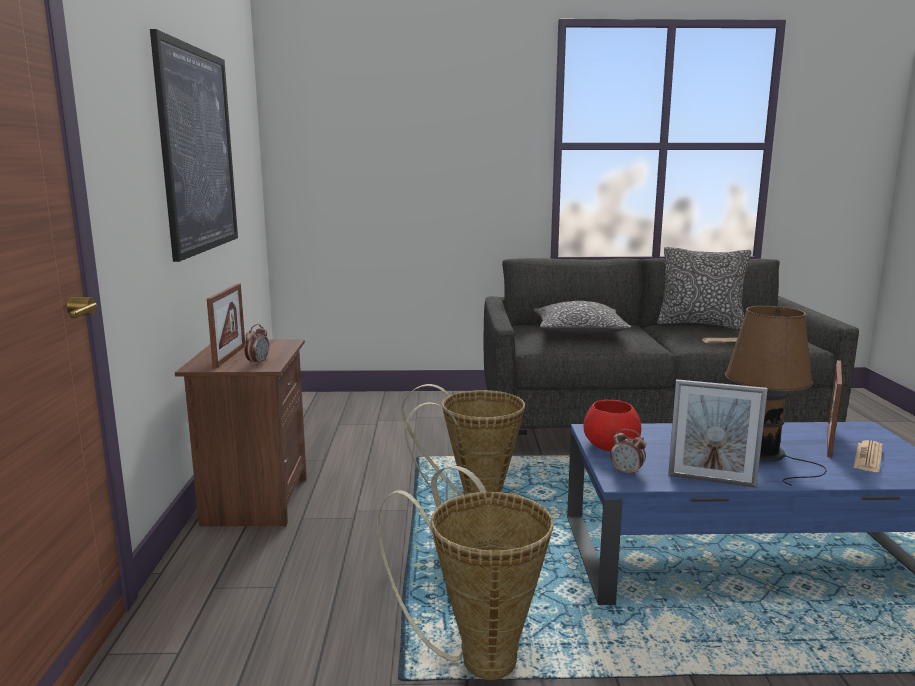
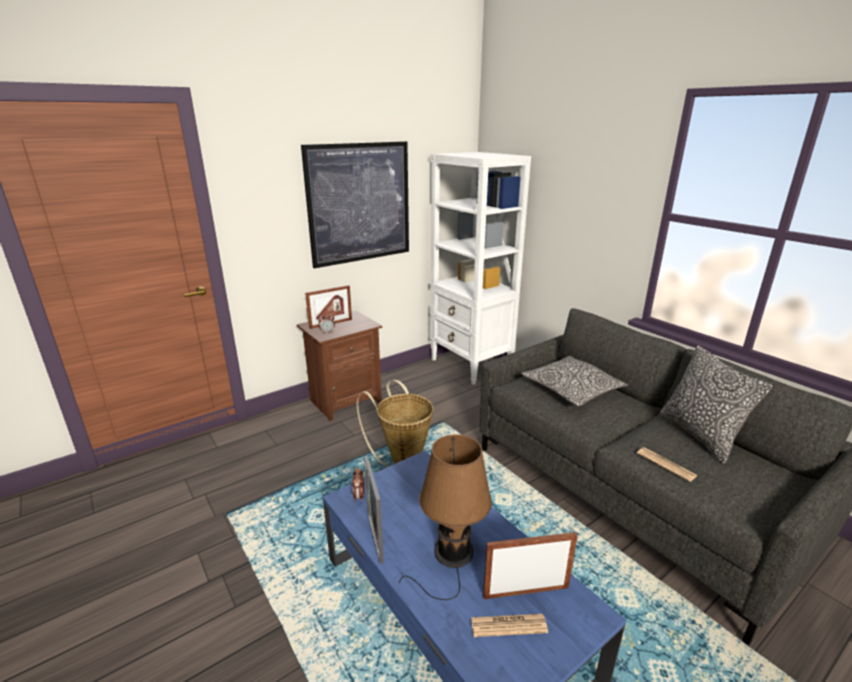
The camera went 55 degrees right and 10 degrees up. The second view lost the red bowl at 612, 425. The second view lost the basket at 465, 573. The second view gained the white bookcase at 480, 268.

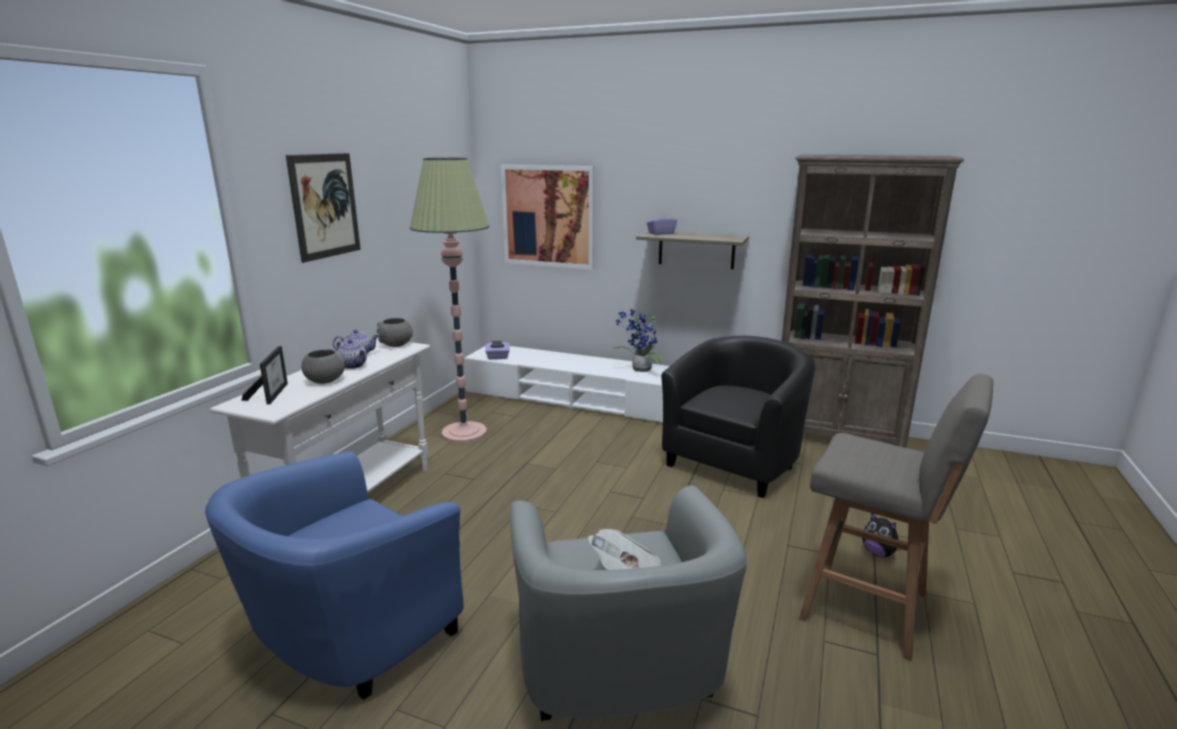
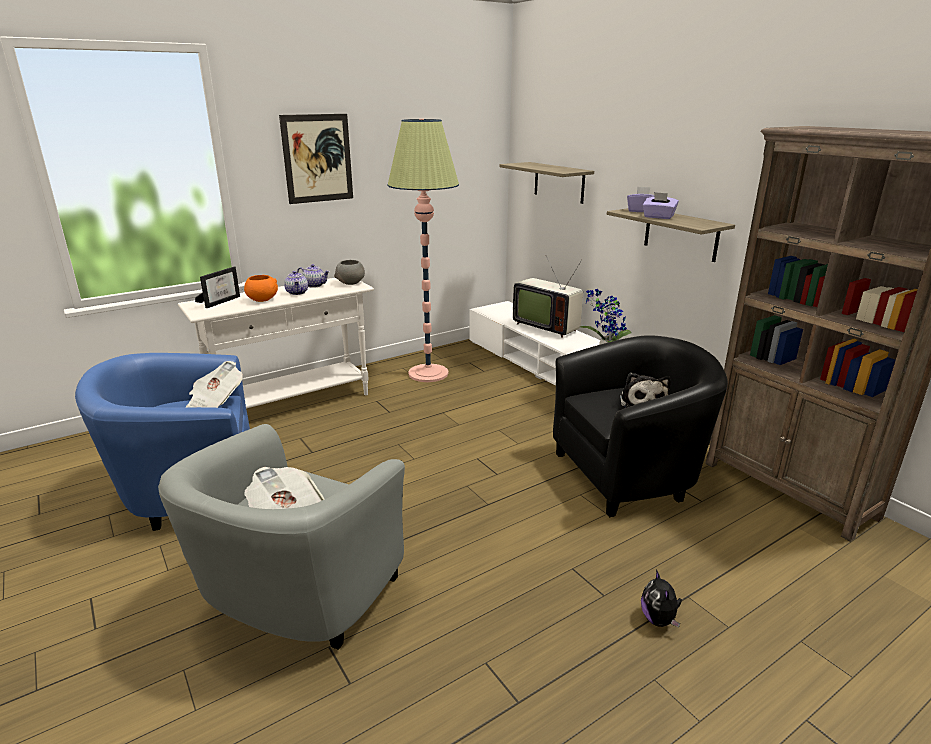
The camera went 35 degrees right and 5 degrees up. Where the picture hung at 548, 217, the shelf came to hang at 546, 183. The purple tissue box ended up elsewhere, having gone from 497, 350 to 660, 205. What was the grey bowl at 323, 366 turned into the orange bowl at 261, 288. The second view lost the grey stool at 896, 517. The second view gained the television at 548, 297. The second view gained the newspaper at 214, 384. The second view gained the plush toy at 645, 390.

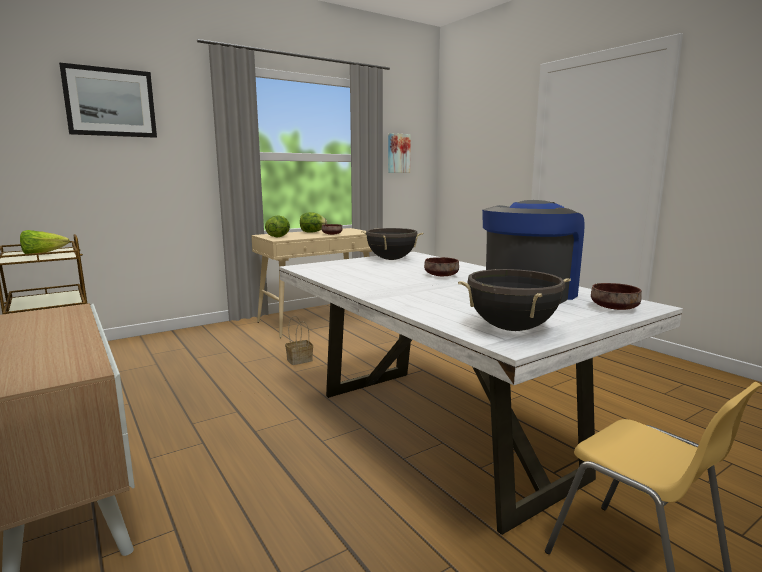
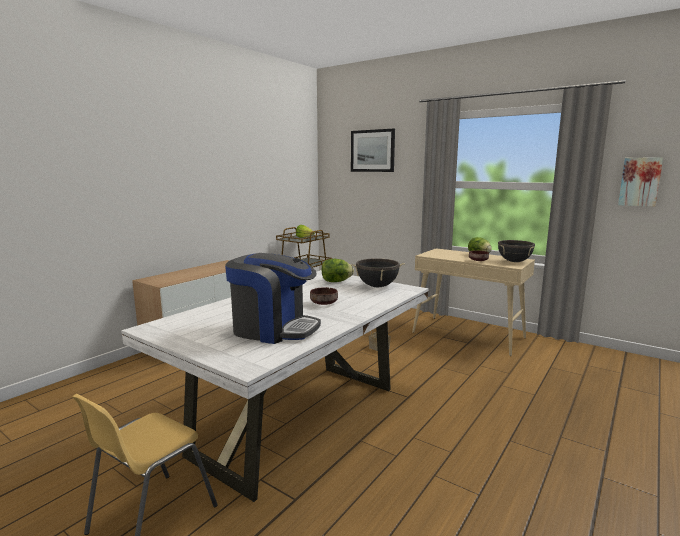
The camera went 70 degrees right and 0 degrees up. The lettuce ended up elsewhere, having gone from 277, 226 to 337, 270. The black cooking pot ended up elsewhere, having gone from 514, 300 to 516, 251. The second view lost the brown bowl at 616, 296.

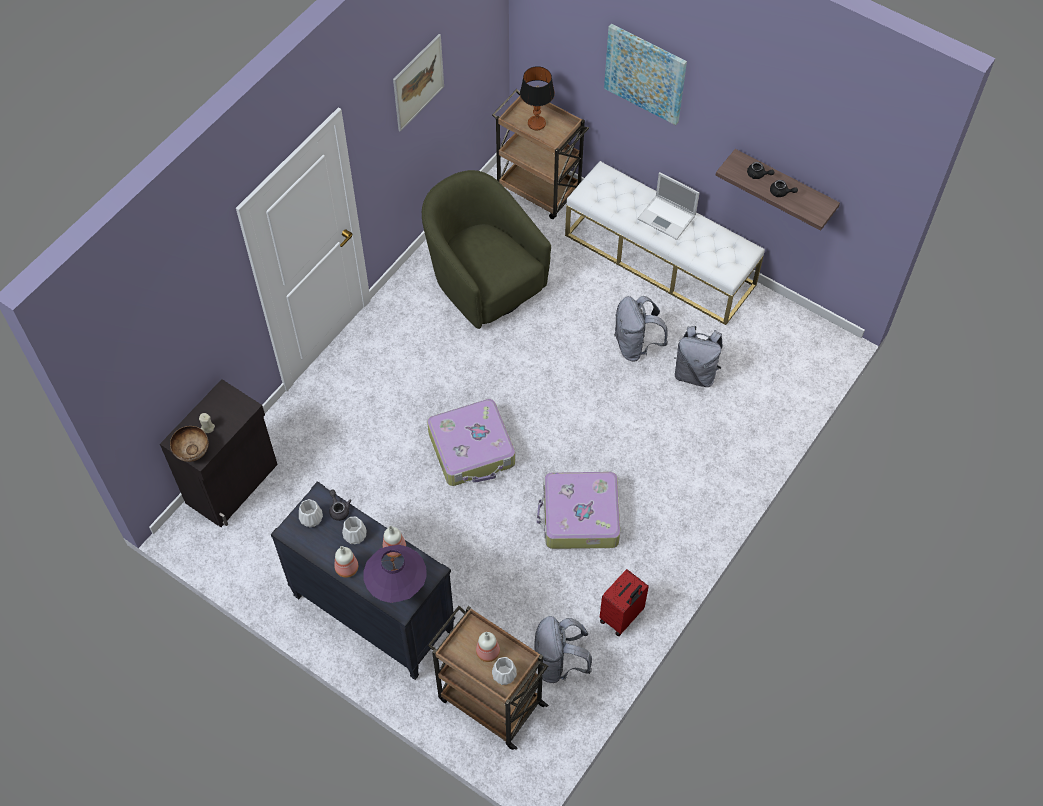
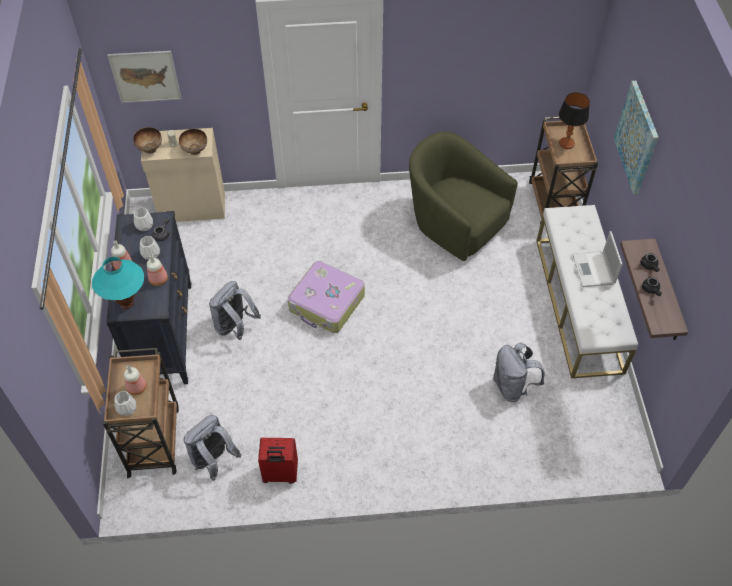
The camera went 50 degrees right and 5 degrees down. The picture ended up elsewhere, having gone from 418, 83 to 144, 77. The green armchair at 486, 249 ended up facing another way, 60 degrees counterclockwise from before. The grey backpack ended up elsewhere, having gone from 641, 328 to 235, 310. What was the black cabinet at 219, 453 turned into the beige cabinet at 183, 175. The second view lost the suitcase at 578, 510. What was the purple table lamp at 395, 574 turned into the turquoise table lamp at 118, 283. The second view gained the bowl at 193, 142.

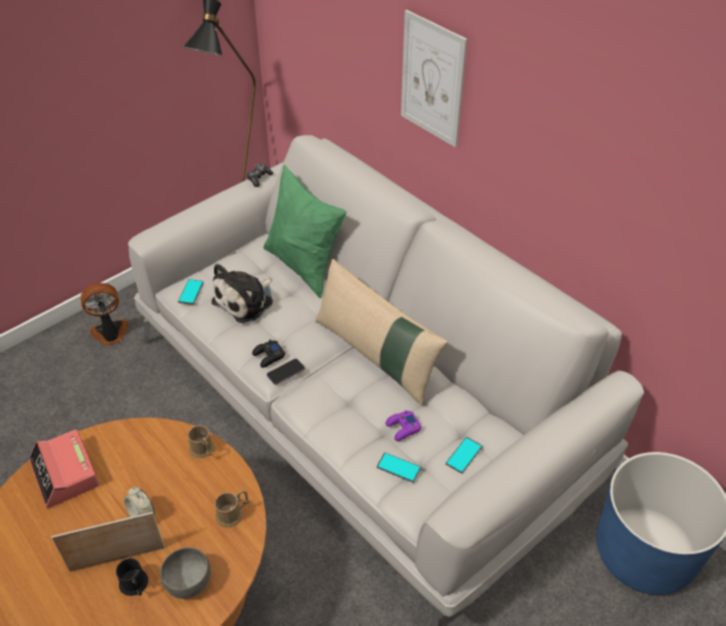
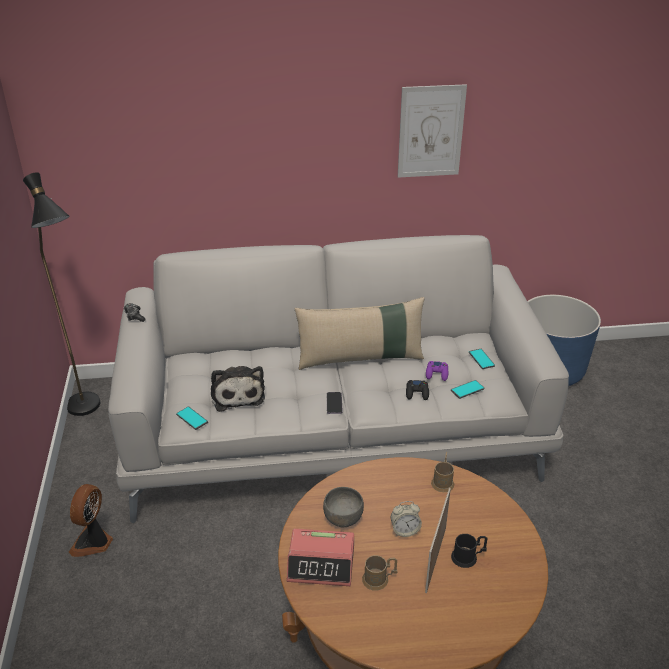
The camera went 55 degrees left and 10 degrees down. The picture ended up elsewhere, having gone from 434, 78 to 432, 131. The second view lost the green pillow at 305, 232. The black game controller ended up elsewhere, having gone from 268, 354 to 417, 390. The brown mug ended up elsewhere, having gone from 201, 441 to 379, 573. The grey bowl ended up elsewhere, having gone from 185, 573 to 343, 507.

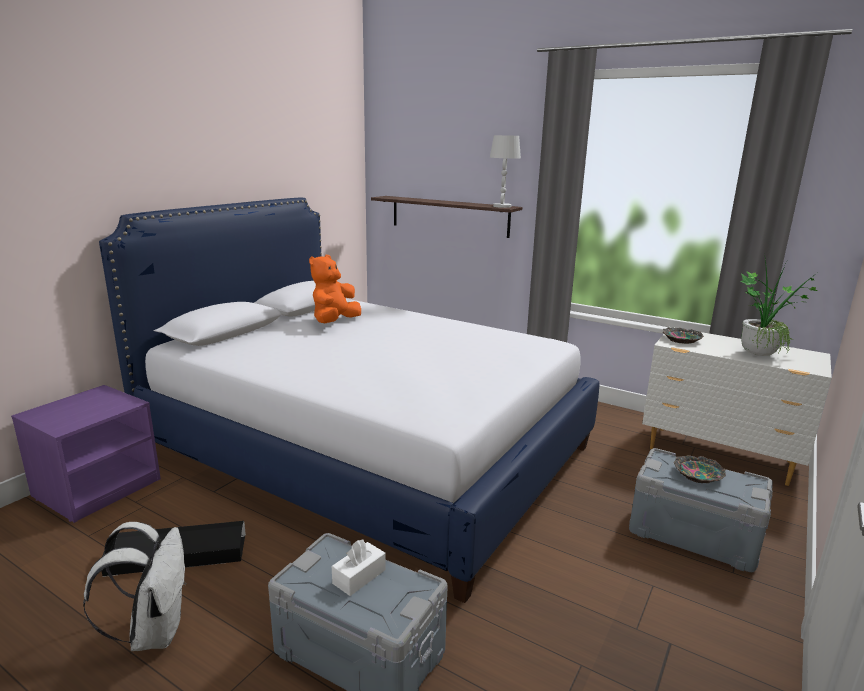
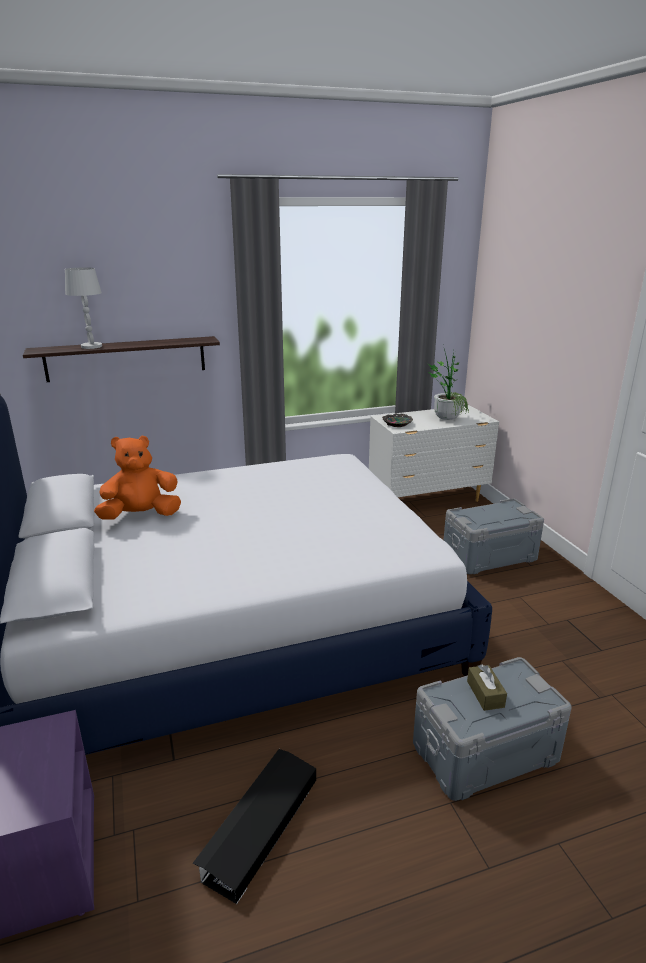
The camera went 50 degrees left and 5 degrees up. The white table lamp ended up elsewhere, having gone from 505, 171 to 83, 308. The orange plush toy at 335, 289 ended up facing another way, 90 degrees clockwise from before. The second view lost the bowl at 700, 469. The second view lost the white backpack at 134, 586. What was the white tissue box at 359, 567 turned into the brown tissue box at 487, 687.

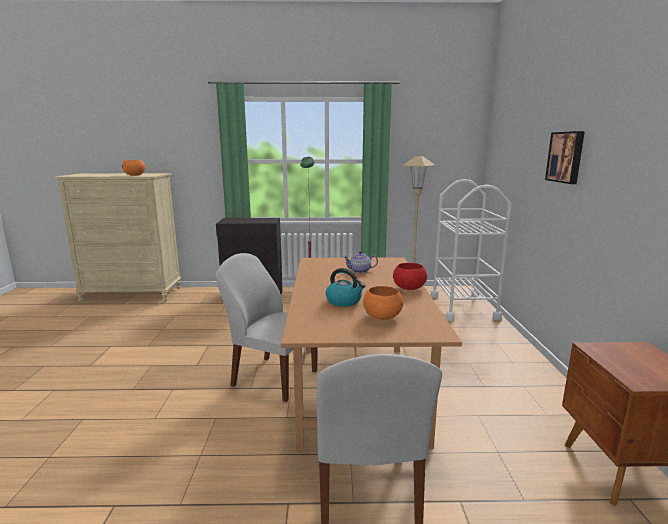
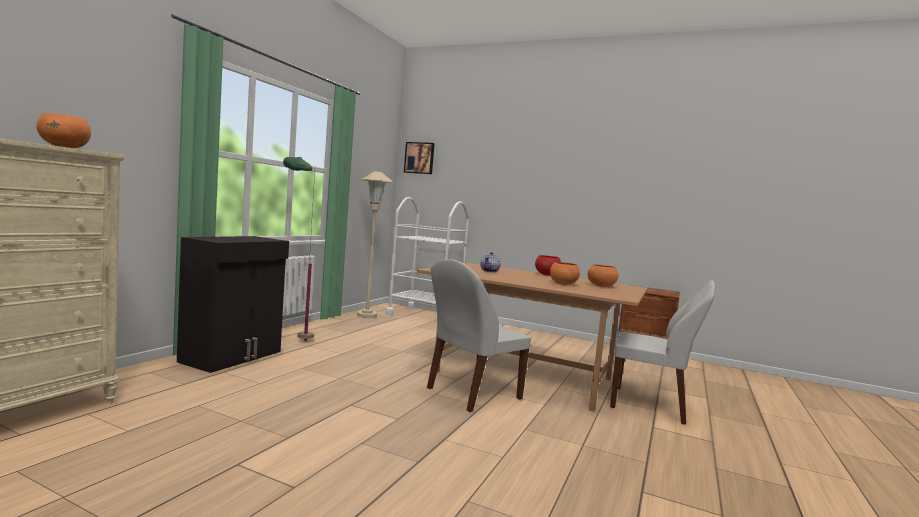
The camera went 65 degrees left and 10 degrees down. The picture ended up elsewhere, having gone from 565, 157 to 419, 158. Where the kettle stood at 345, 287, the orange bowl came to stand at 565, 273.

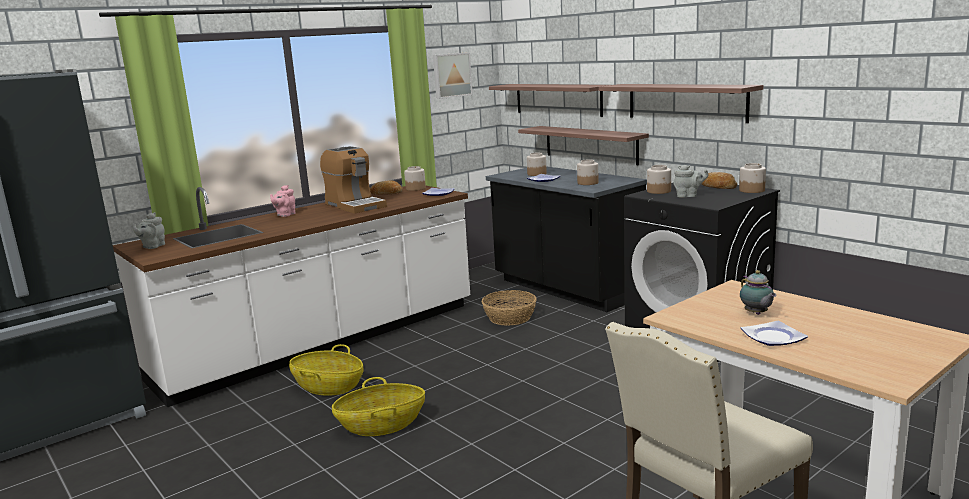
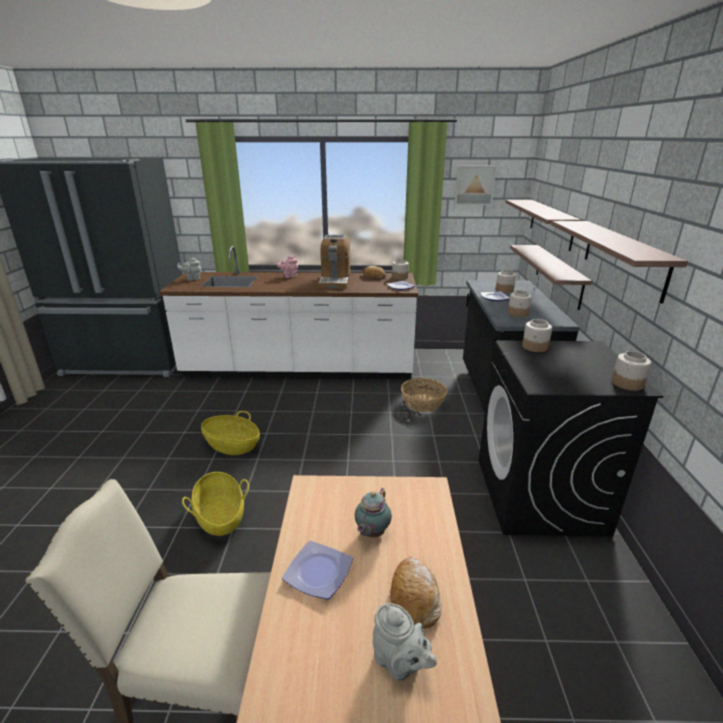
The camera went 40 degrees right and 10 degrees up. The grey teapot ended up elsewhere, having gone from 691, 181 to 405, 642. The bread ended up elsewhere, having gone from 719, 180 to 416, 593. The basket ended up elsewhere, having gone from 326, 370 to 215, 504.

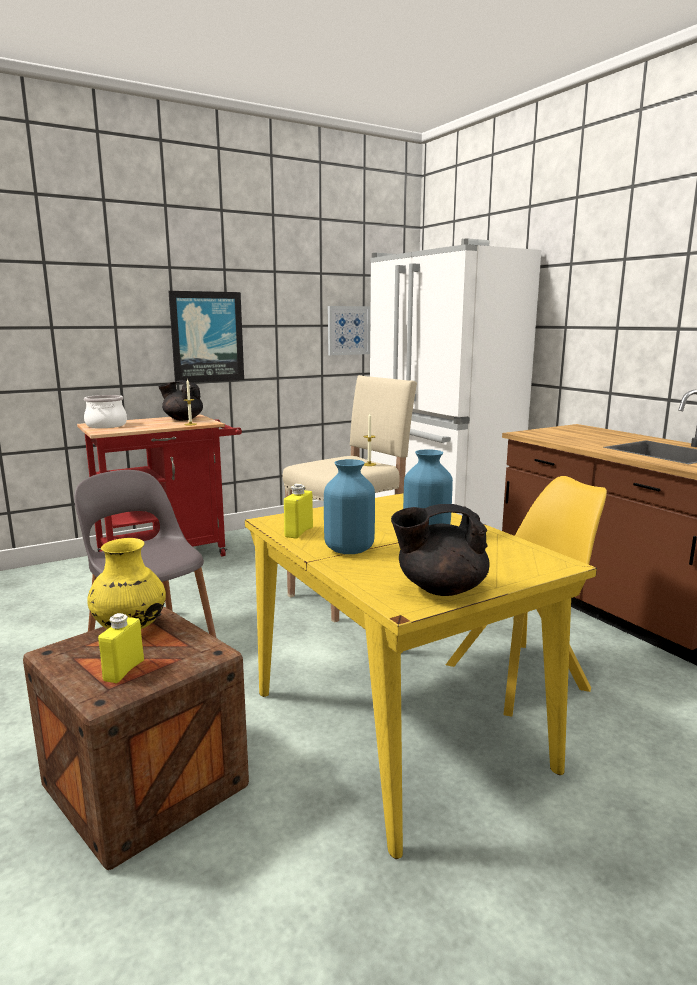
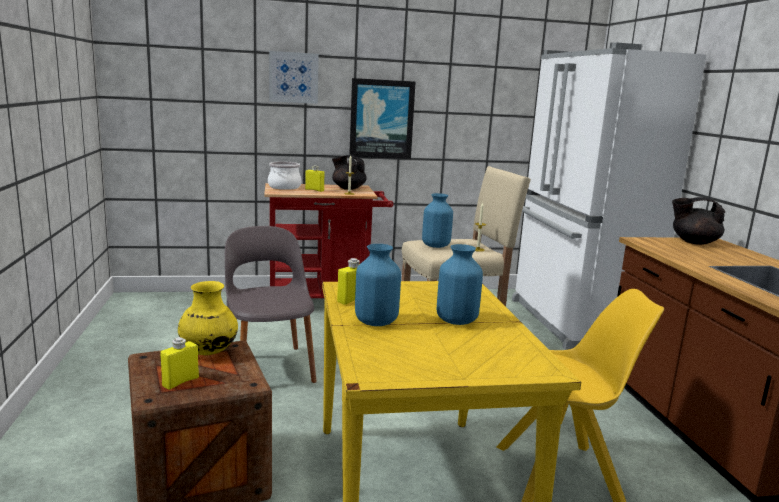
The camera went 20 degrees right and 0 degrees up. The picture ended up elsewhere, having gone from 349, 330 to 294, 77. The black teapot ended up elsewhere, having gone from 440, 550 to 698, 221. The second view gained the yellow bottle at 315, 178. The second view gained the blue vase at 437, 220.

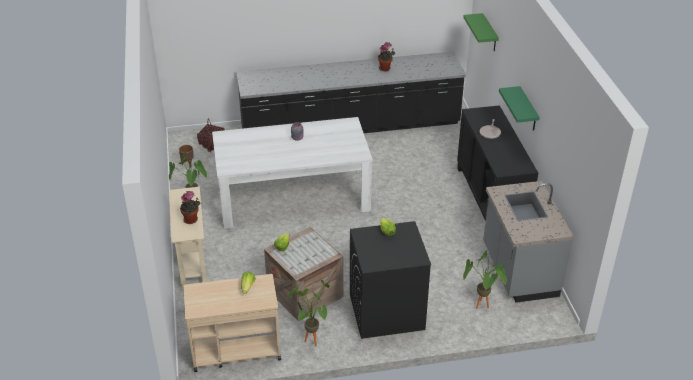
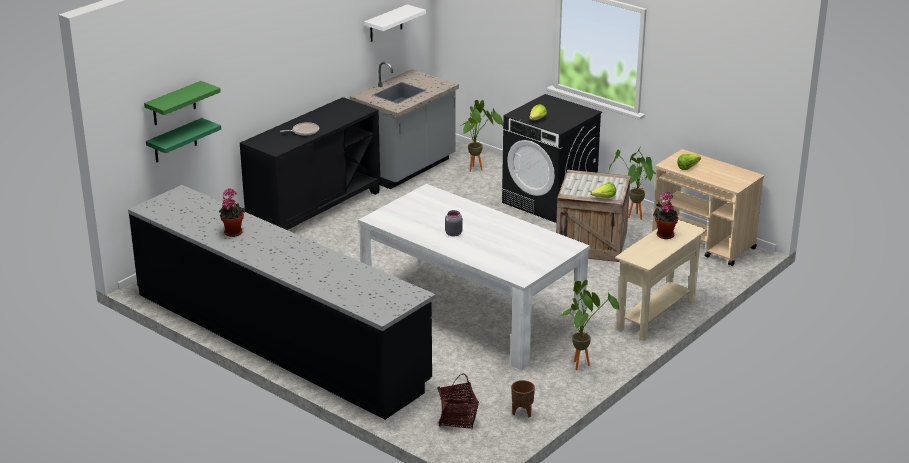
The camera went 130 degrees left and 10 degrees down. The green shelf ended up elsewhere, having gone from 519, 108 to 183, 140. The second view gained the white shelf at 395, 23.

